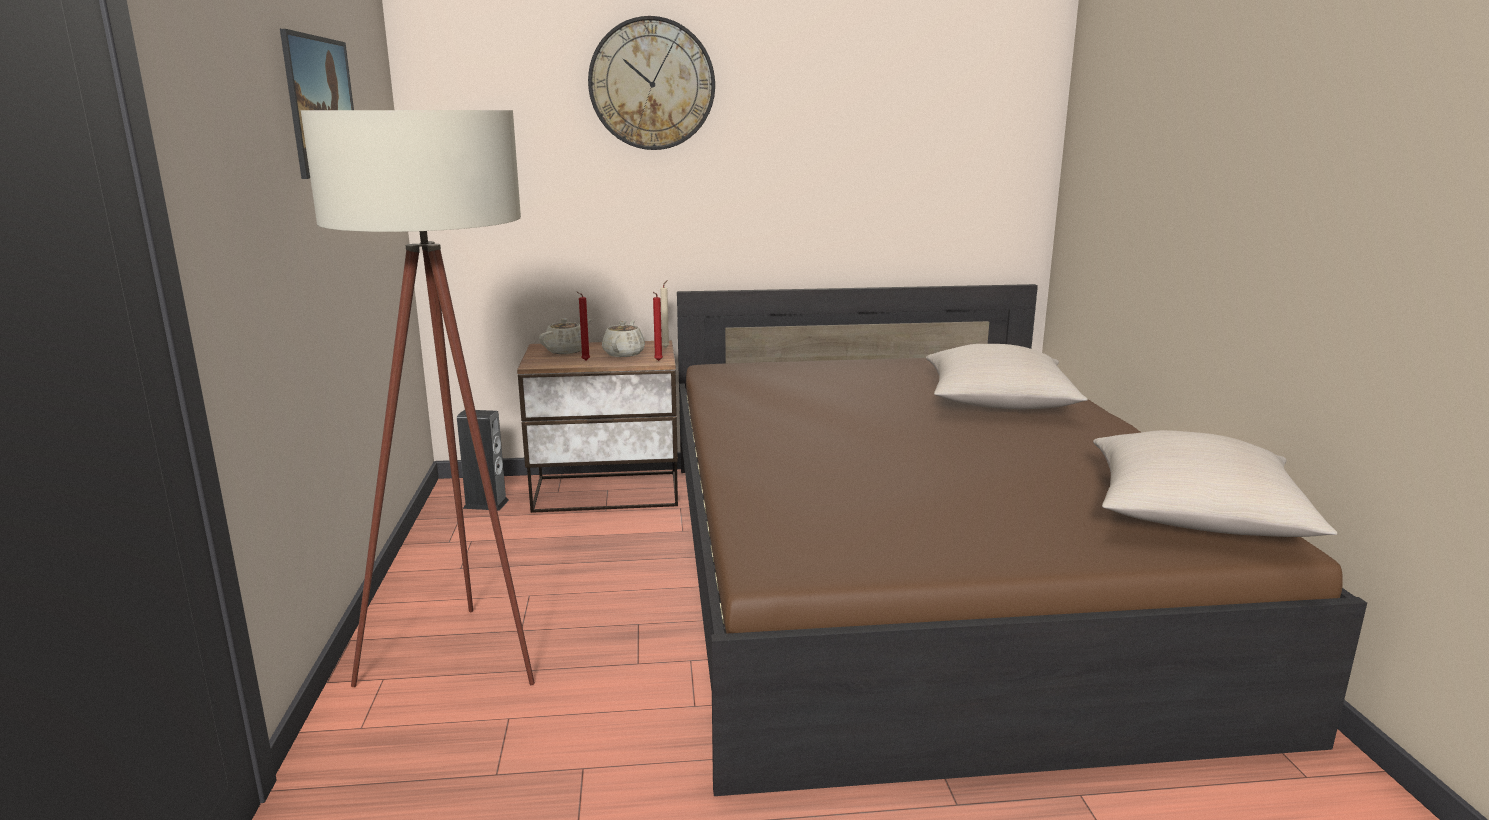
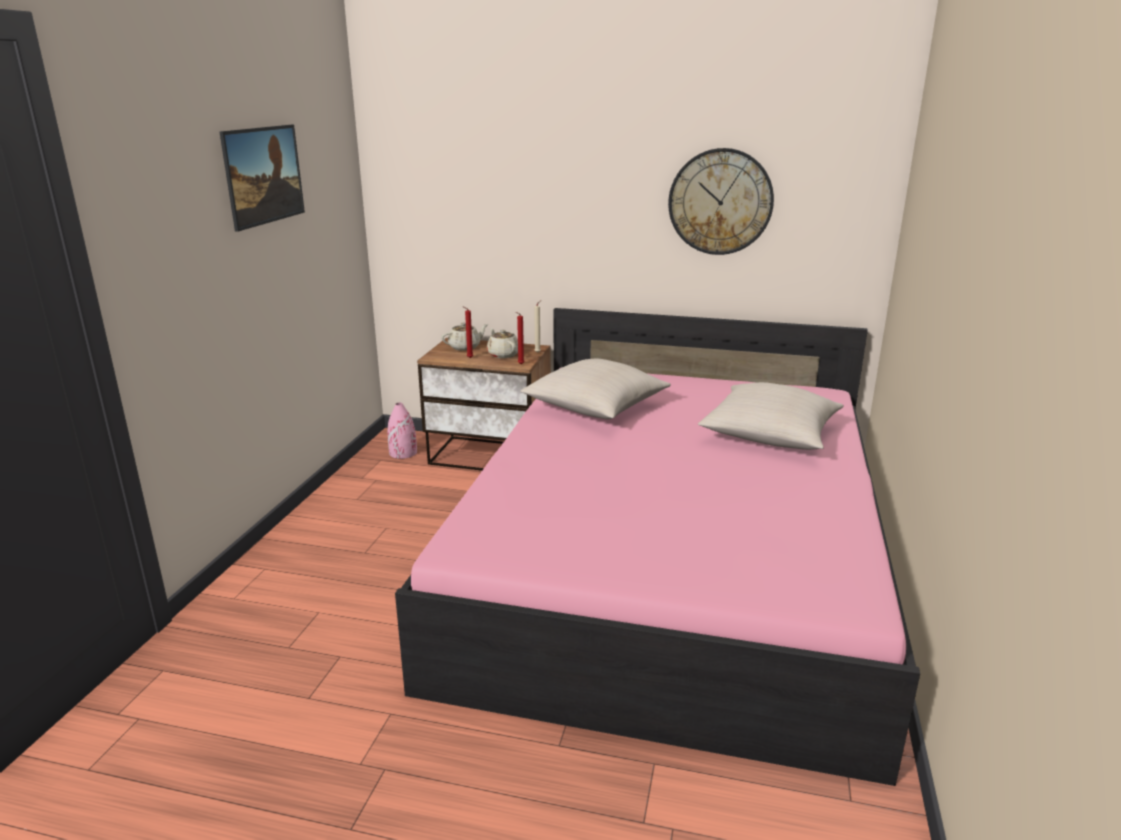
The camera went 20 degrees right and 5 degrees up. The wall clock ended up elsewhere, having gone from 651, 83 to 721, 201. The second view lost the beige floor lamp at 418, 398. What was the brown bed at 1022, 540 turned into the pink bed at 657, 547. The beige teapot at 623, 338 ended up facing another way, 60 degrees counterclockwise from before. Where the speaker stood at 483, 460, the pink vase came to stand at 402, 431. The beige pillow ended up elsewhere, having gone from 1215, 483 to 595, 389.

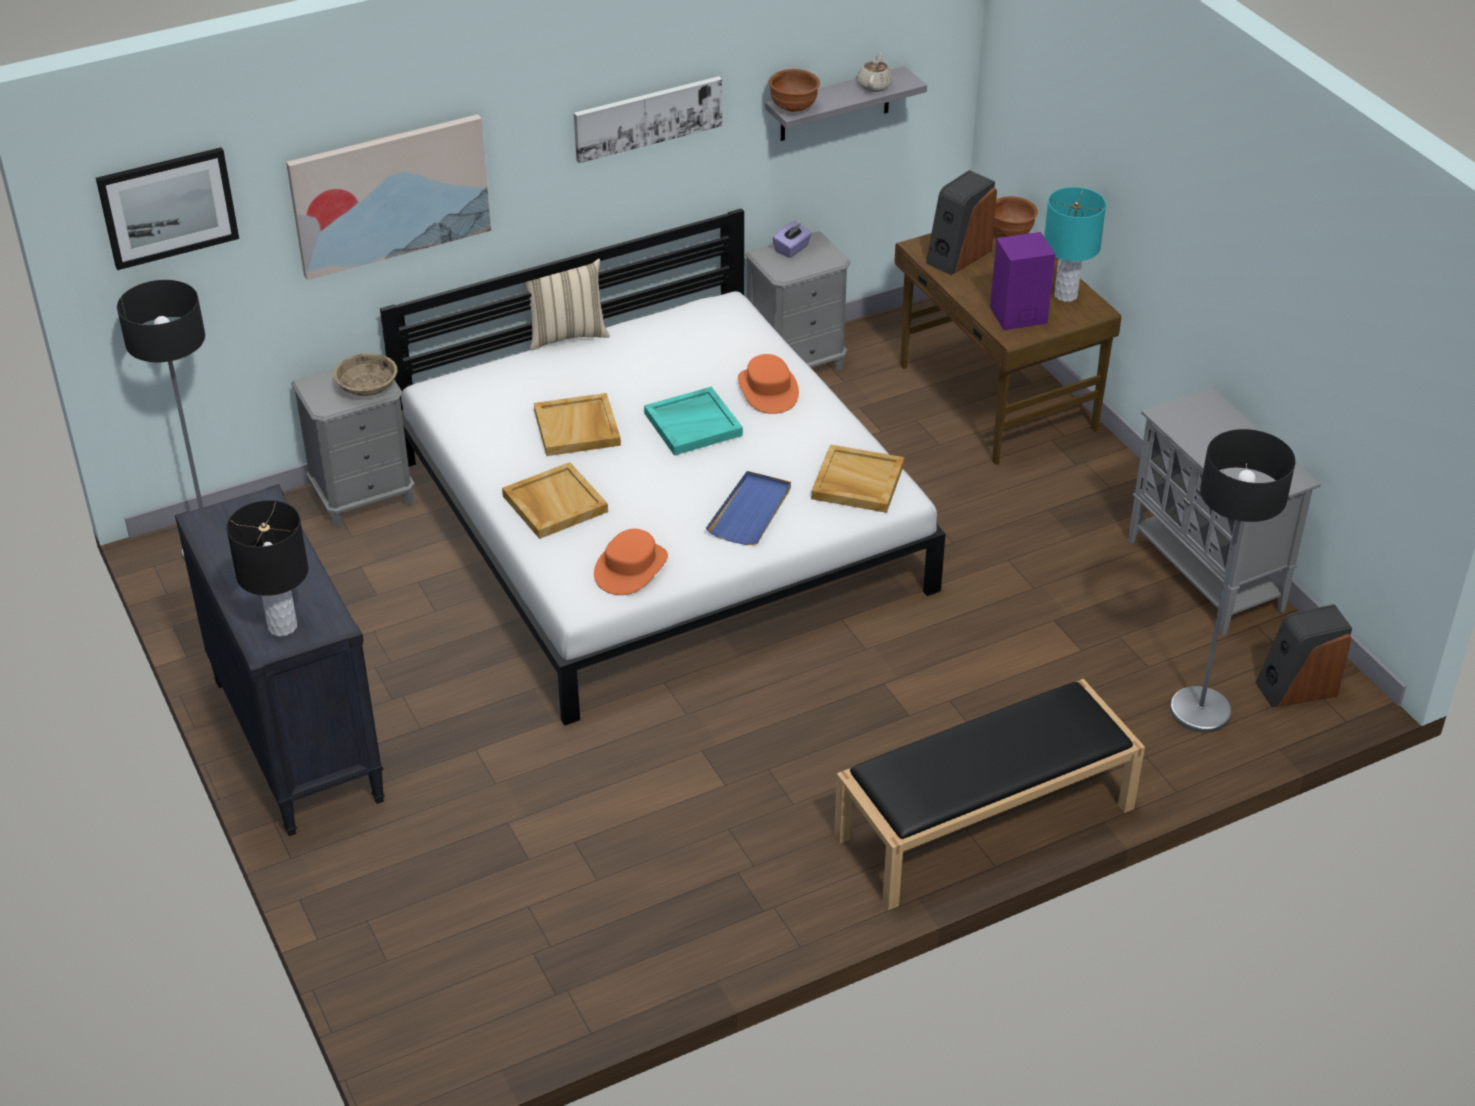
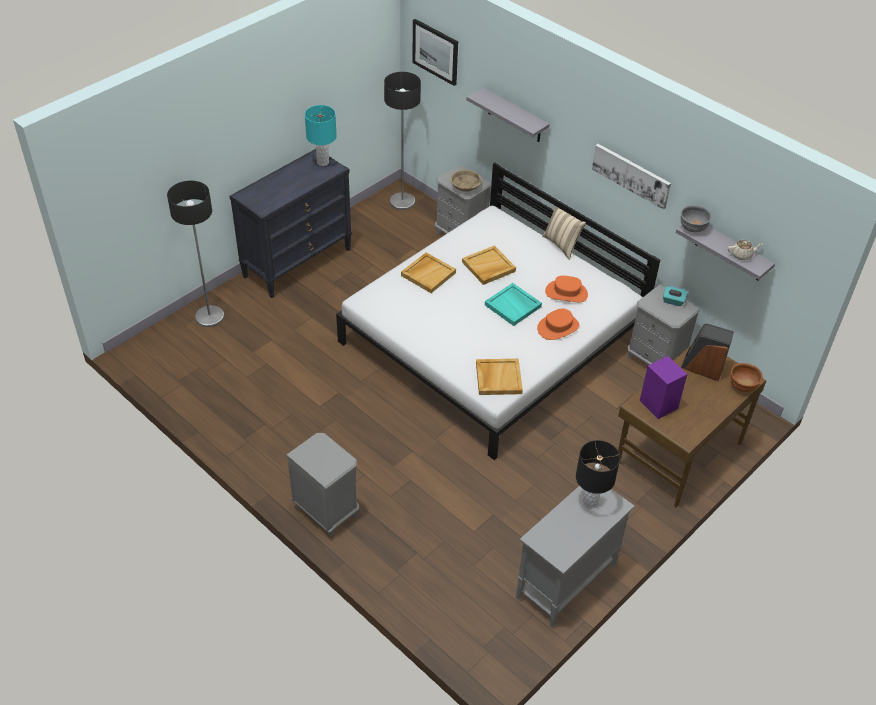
The camera went 70 degrees right and 5 degrees up. What was the brown bowl at 794, 90 turned into the grey bowl at 696, 218. Where the picture hung at 388, 197, the grey shelf came to hang at 508, 115. The turquoise table lamp ended up elsewhere, having gone from 1075, 244 to 321, 135. What was the purple tissue box at 792, 239 turned into the turquoise tissue box at 675, 296. The floor lamp ended up elsewhere, having gone from 1232, 581 to 195, 254. The second view lost the blue tray at 748, 508. The black table lamp ended up elsewhere, having gone from 267, 568 to 598, 474. The orange hat ended up elsewhere, having gone from 631, 562 to 566, 289. The second view lost the speaker at 1304, 655. Where the black bench stood at 989, 795, the grey nightstand came to stand at 322, 484.

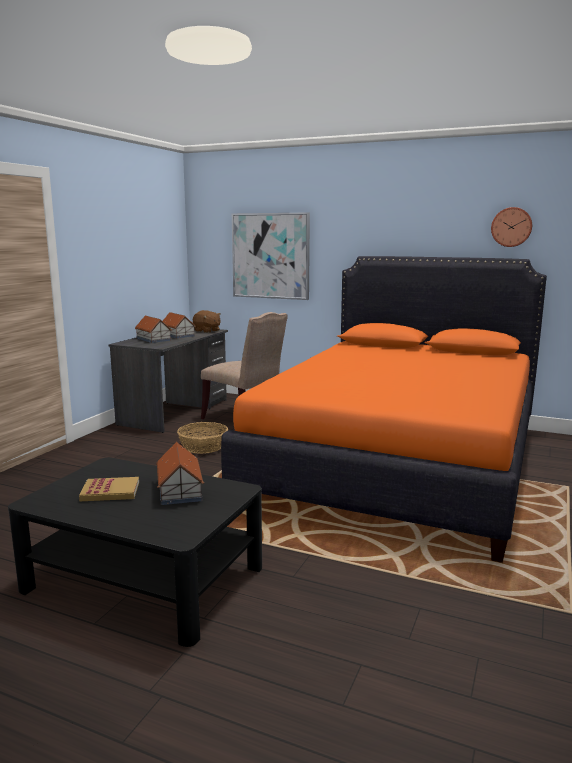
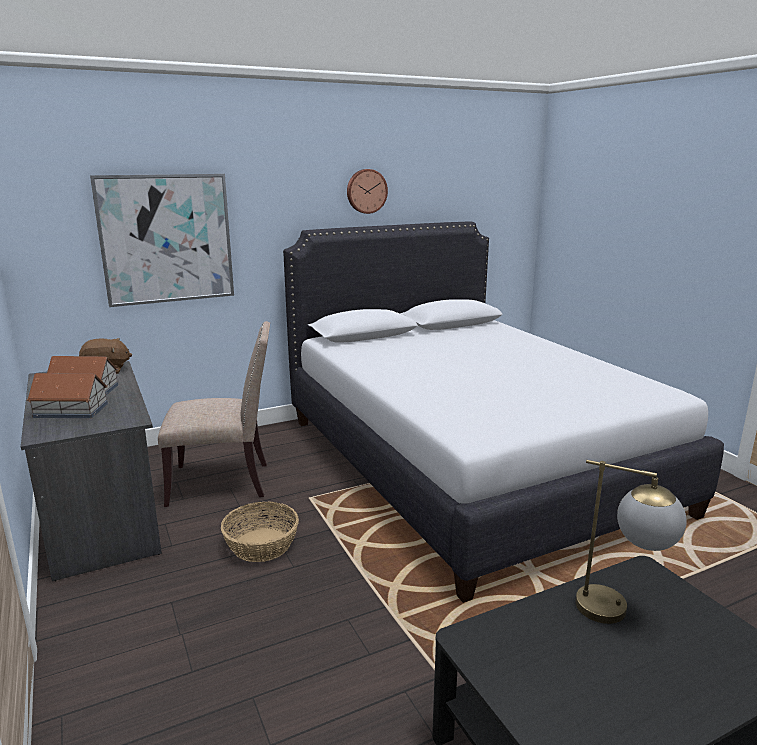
The camera went 50 degrees left and 5 degrees up. The wall clock ended up elsewhere, having gone from 511, 227 to 367, 191. What was the orange bed at 384, 409 turned into the white bed at 503, 412. Where the toy house stood at 180, 473, the table lamp came to stand at 631, 542. The second view lost the book at 109, 489.

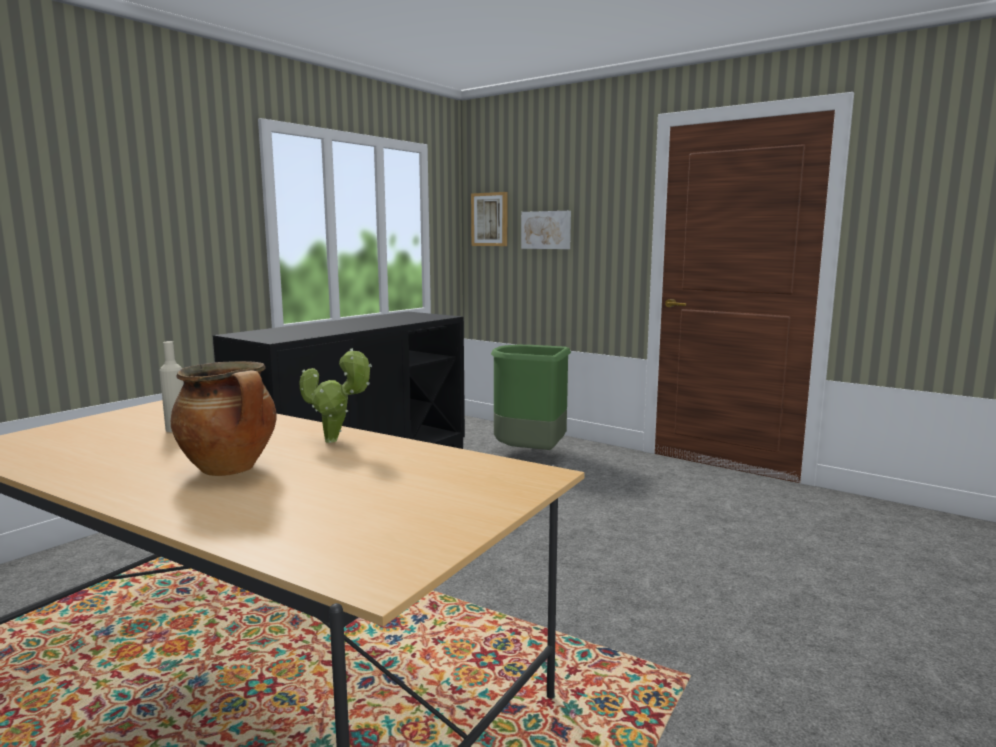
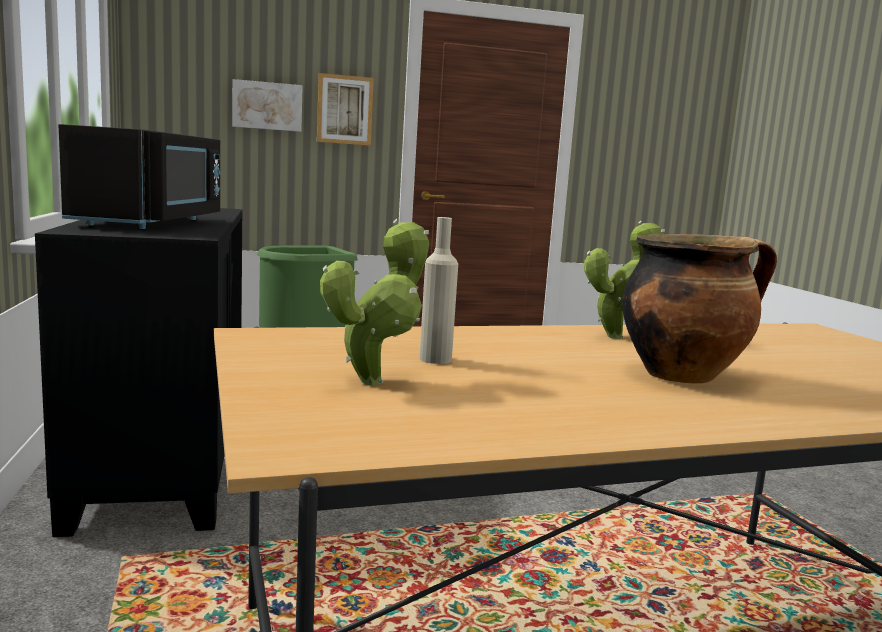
The camera went 50 degrees left and 0 degrees up. The picture ended up elsewhere, having gone from 489, 219 to 345, 109. The second view gained the black microwave at 140, 176. The second view gained the potted plant at 374, 302.

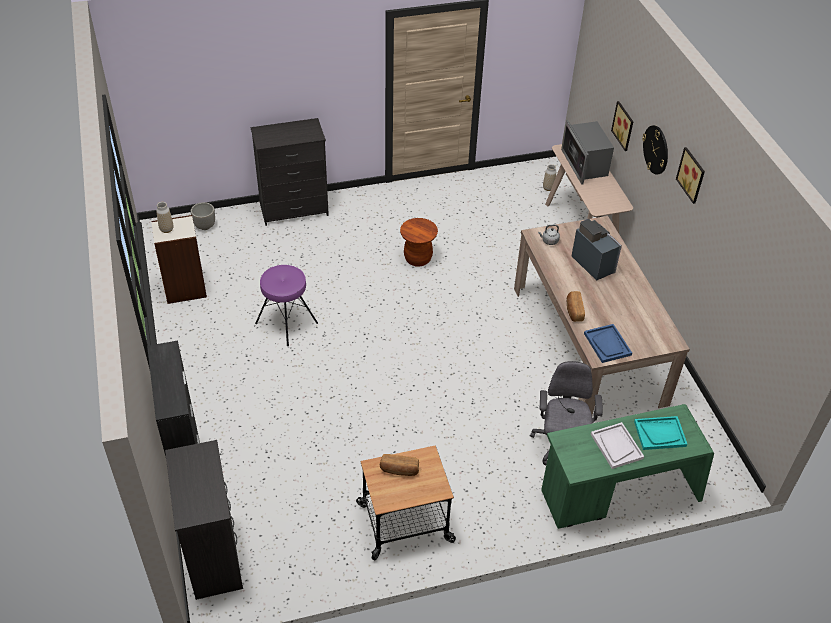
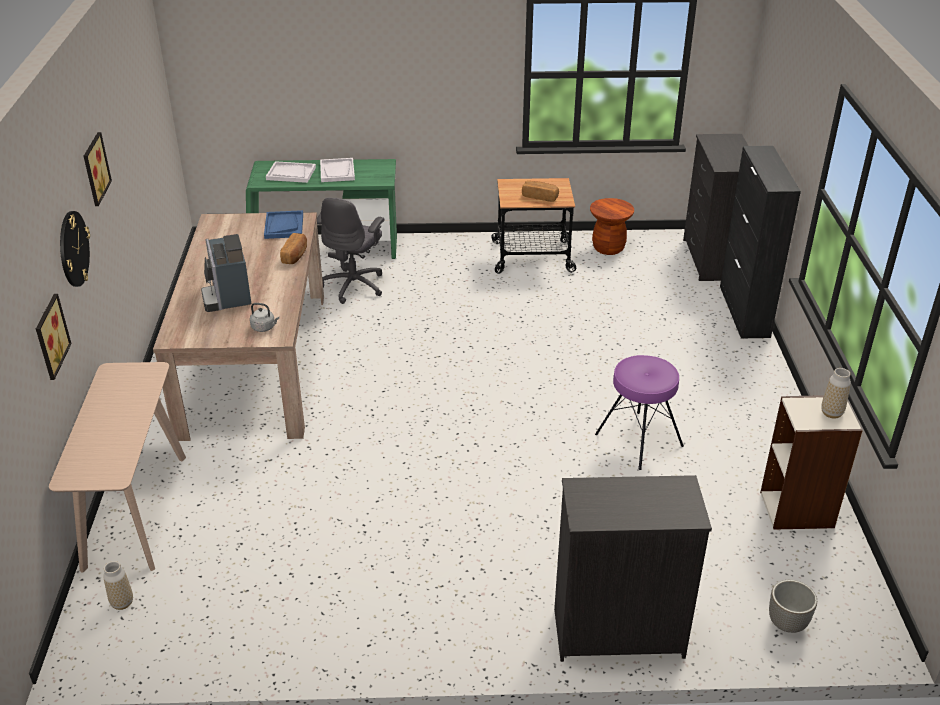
The camera went 165 degrees left and 10 degrees down. The second view lost the microwave at 587, 152. The brown stool ended up elsewhere, having gone from 419, 242 to 612, 226. What was the turquoise tray at 661, 433 turned into the white tray at 291, 172.

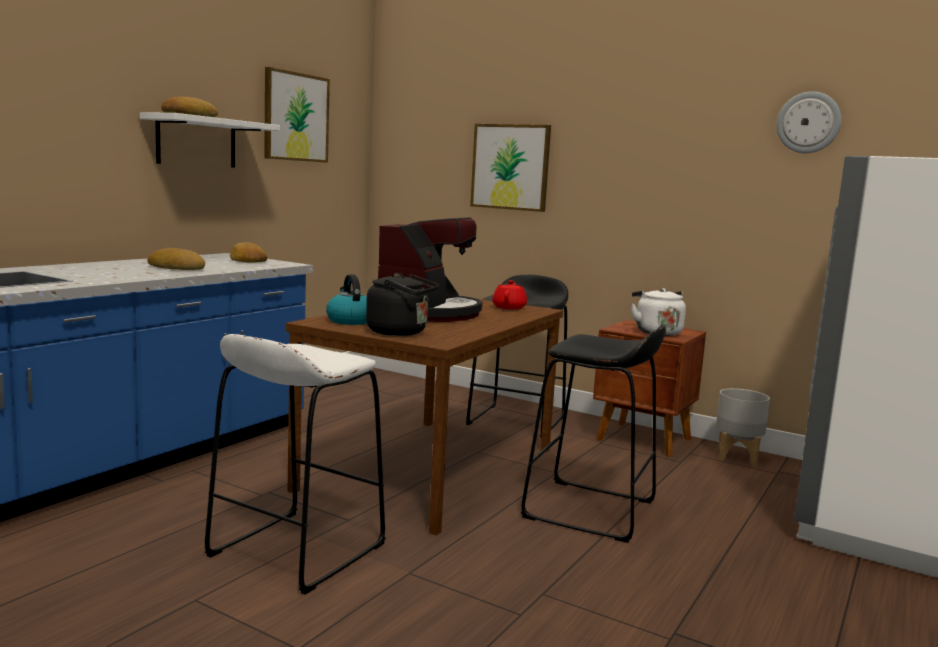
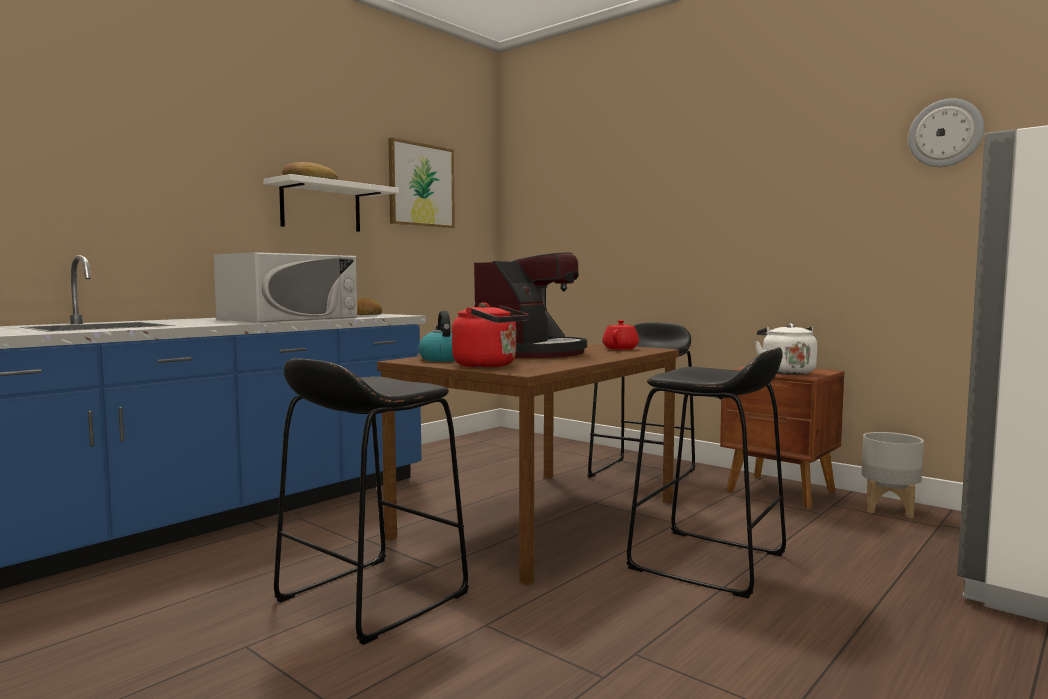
The camera went 10 degrees right and 5 degrees down. The second view lost the picture at 510, 168. Where the bread stood at 176, 259, the white microwave came to stand at 285, 287. What was the black kettle at 403, 304 turned into the red kettle at 490, 335. What was the white stool at 295, 464 turned into the black stool at 371, 501.

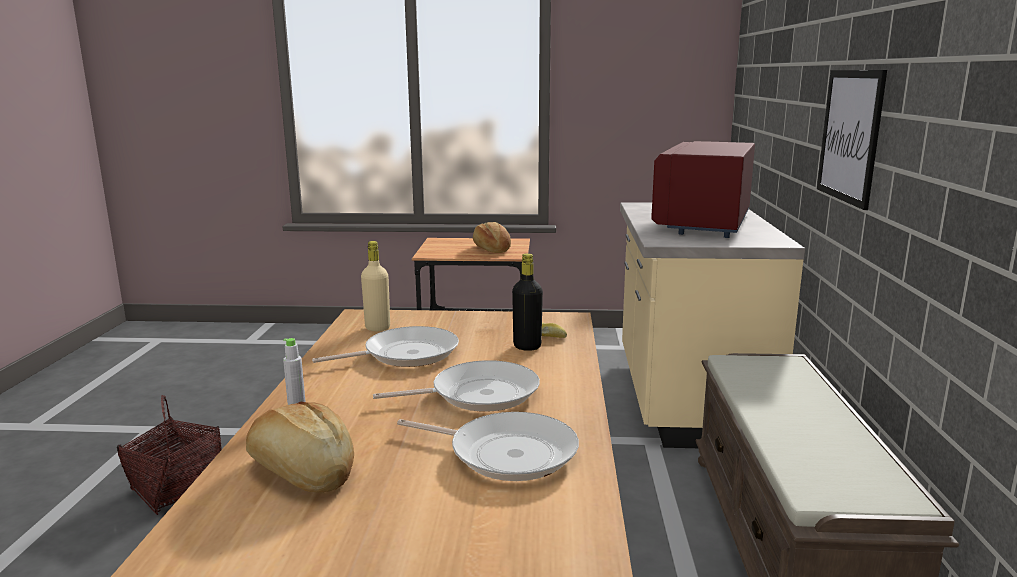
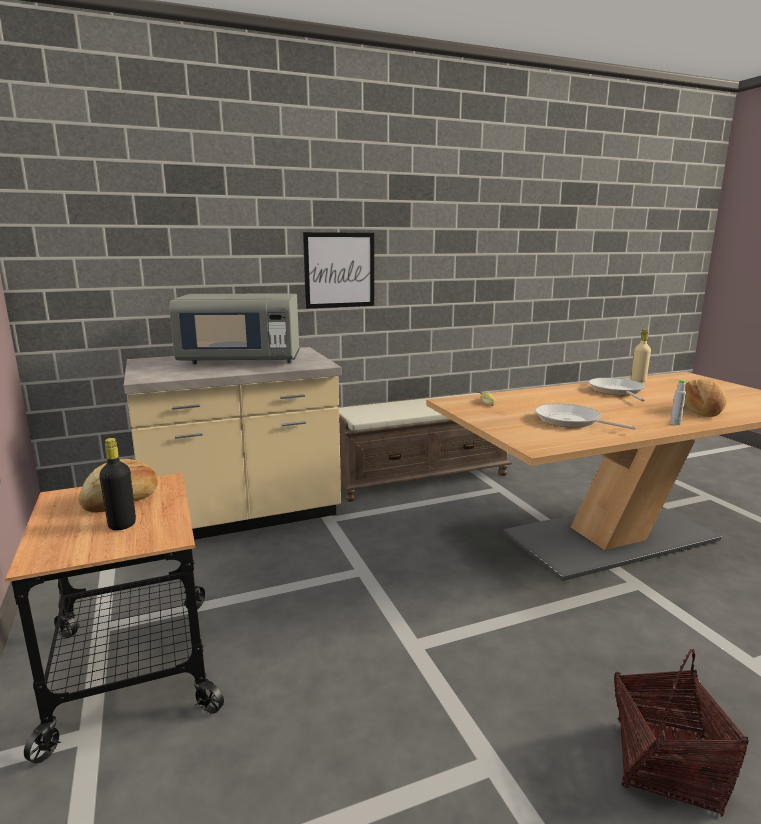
The camera went 115 degrees left and 0 degrees up. What was the red microwave at 703, 189 turned into the grey microwave at 234, 329. The beige bottle ended up elsewhere, having gone from 375, 286 to 641, 355. The black bottle ended up elsewhere, having gone from 527, 302 to 117, 484. The second view lost the frying pan at 456, 386.

